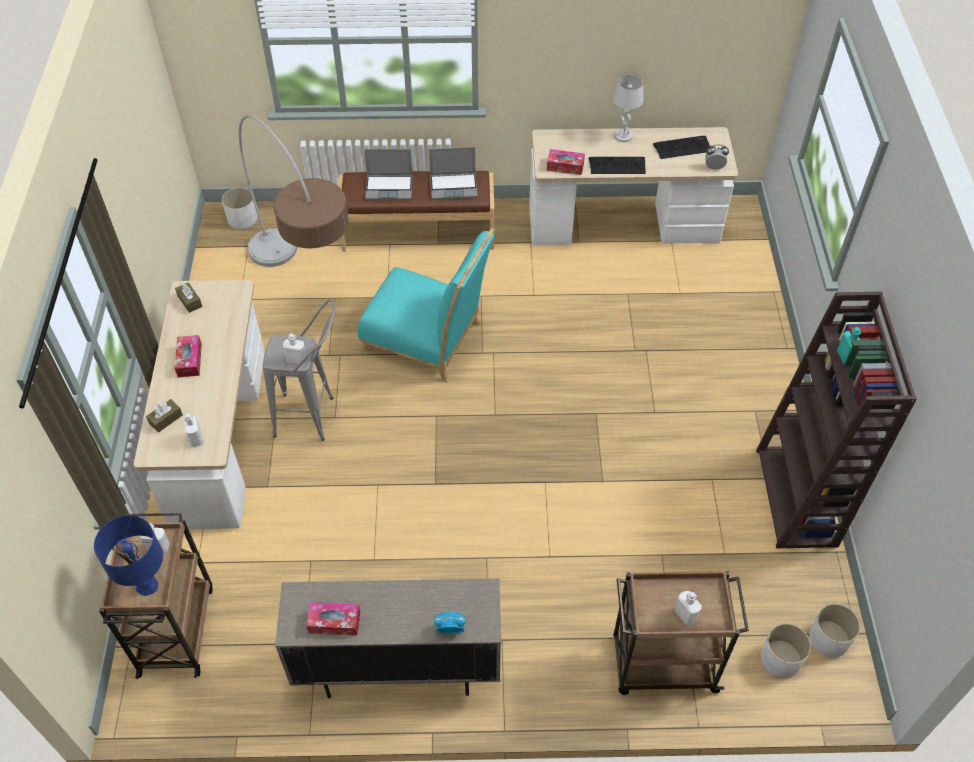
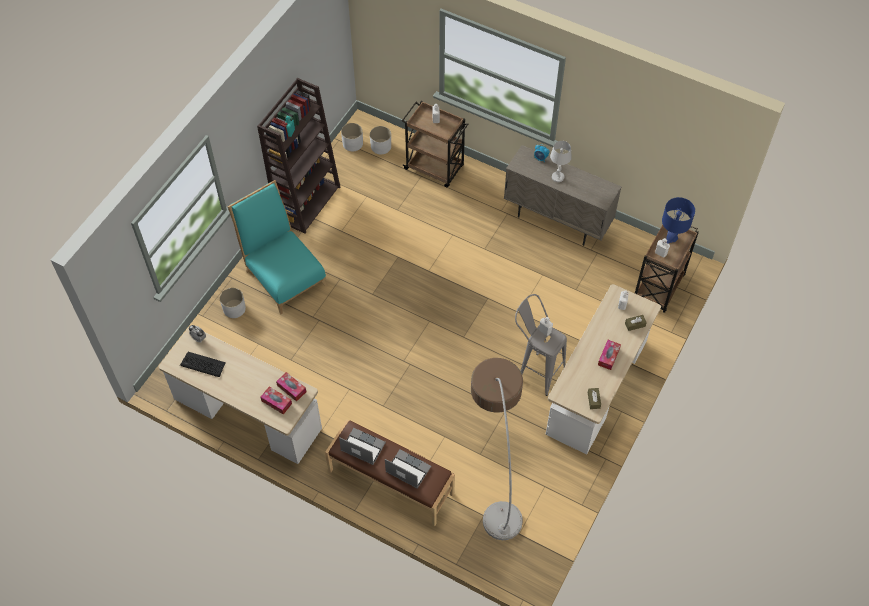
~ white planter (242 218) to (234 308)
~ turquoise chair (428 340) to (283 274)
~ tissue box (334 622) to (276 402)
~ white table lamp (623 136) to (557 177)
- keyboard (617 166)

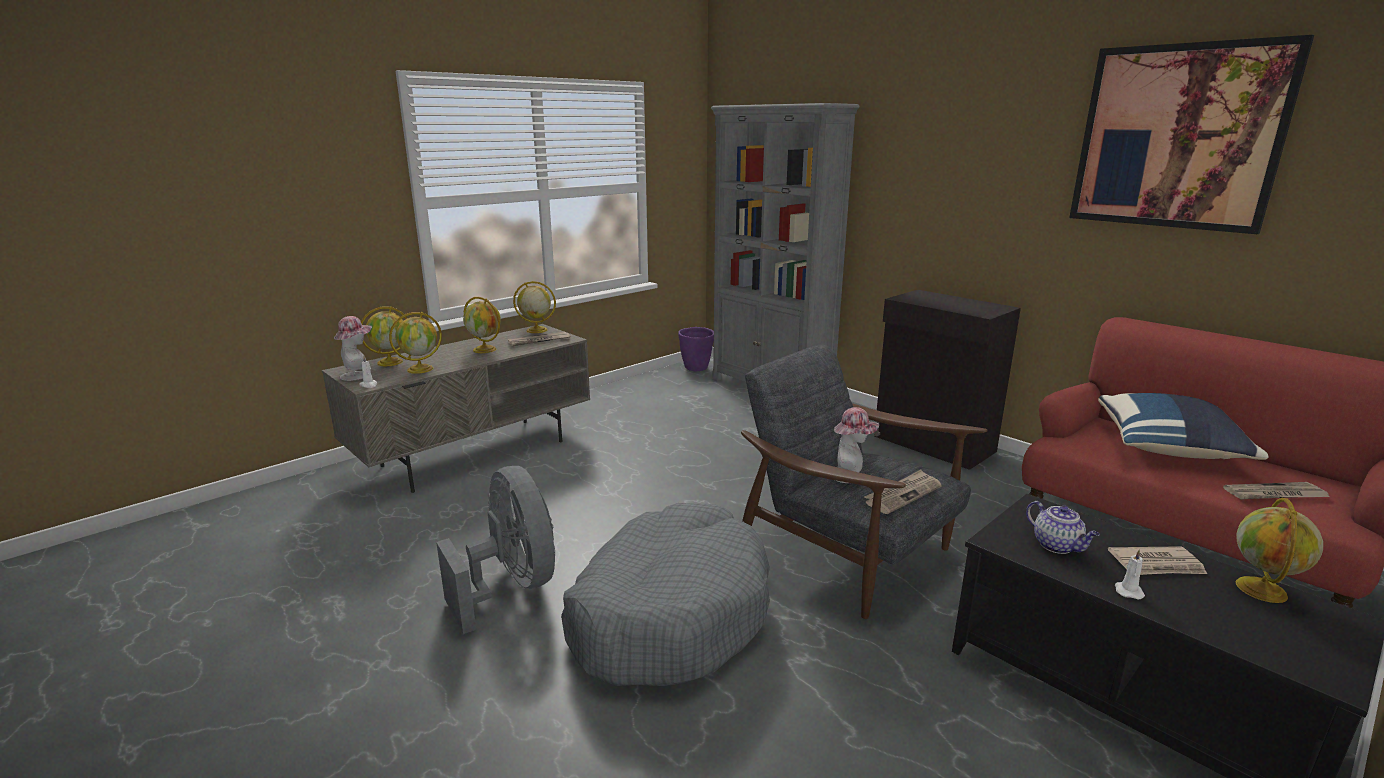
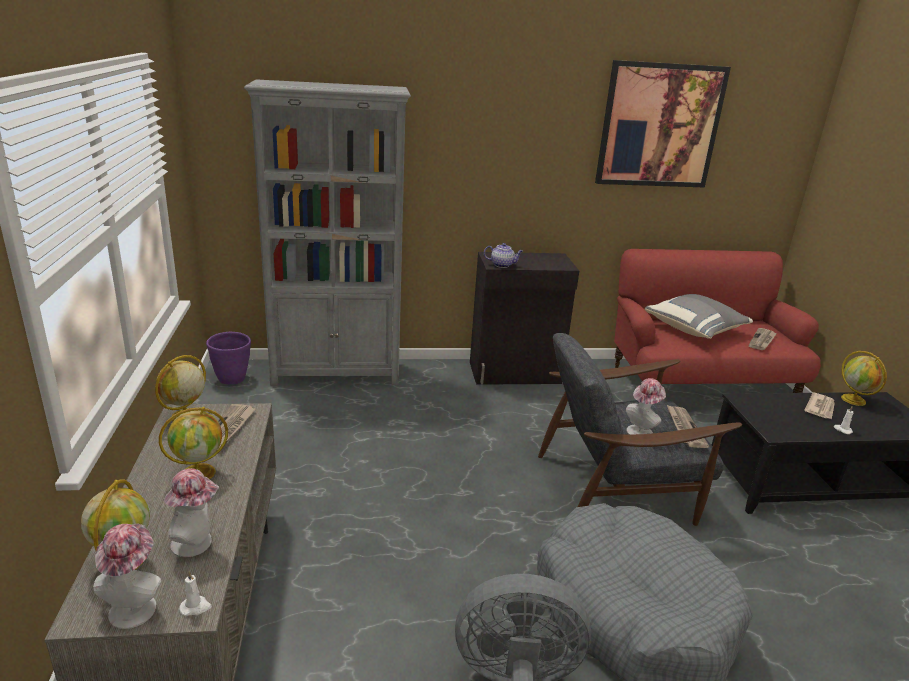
~ globe (421 369) to hat (197 543)
~ teapot (1057 546) to (502 265)
~ blue pillow (1169 449) to grey pillow (695 330)

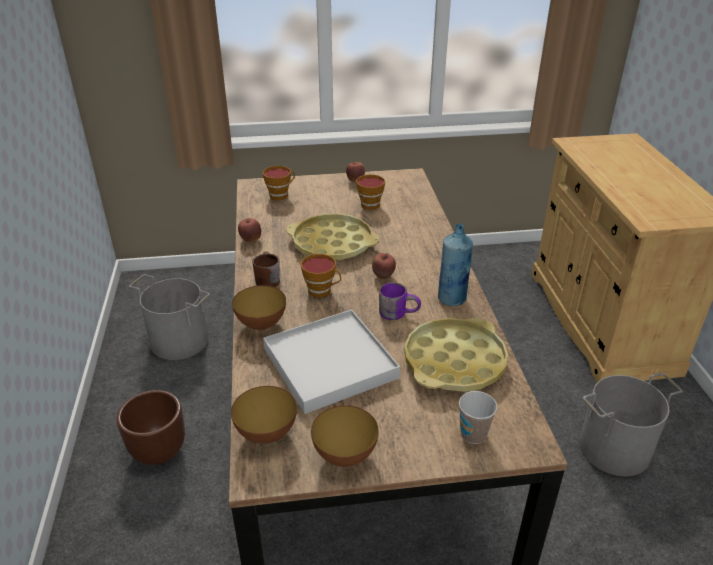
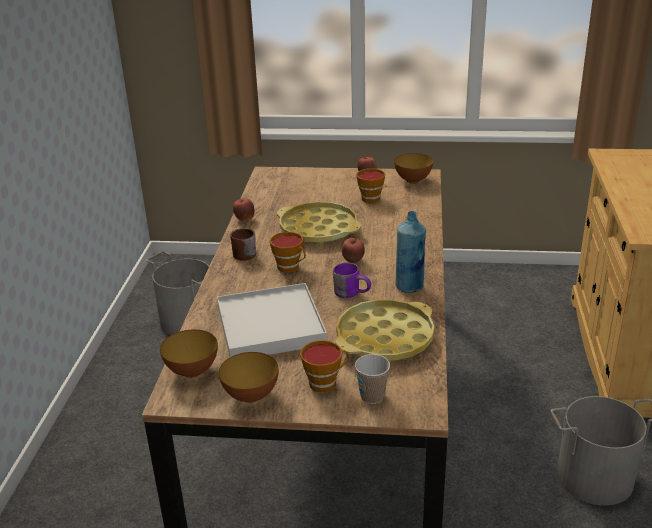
~ cup (280 195) to (326 382)
~ bowl (261 324) to (413 180)
- brown planter (160 452)

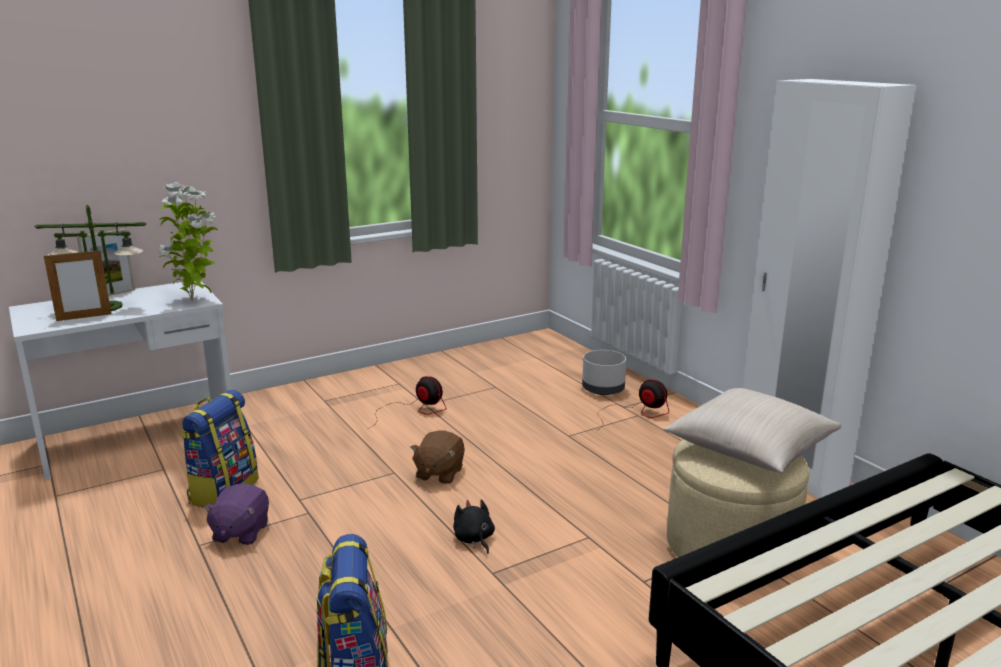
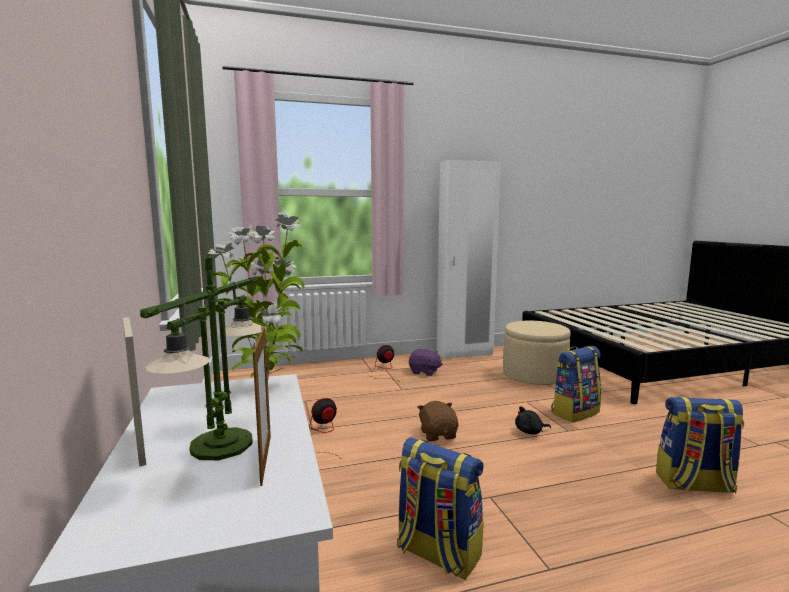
~ purple plush toy (240 532) to (424 372)
~ brown plush toy (439 473) = (438 434) 135 degrees counterclockwise
+ backpack (574 412)
- grey planter (603 389)
- beige pillow (750 449)

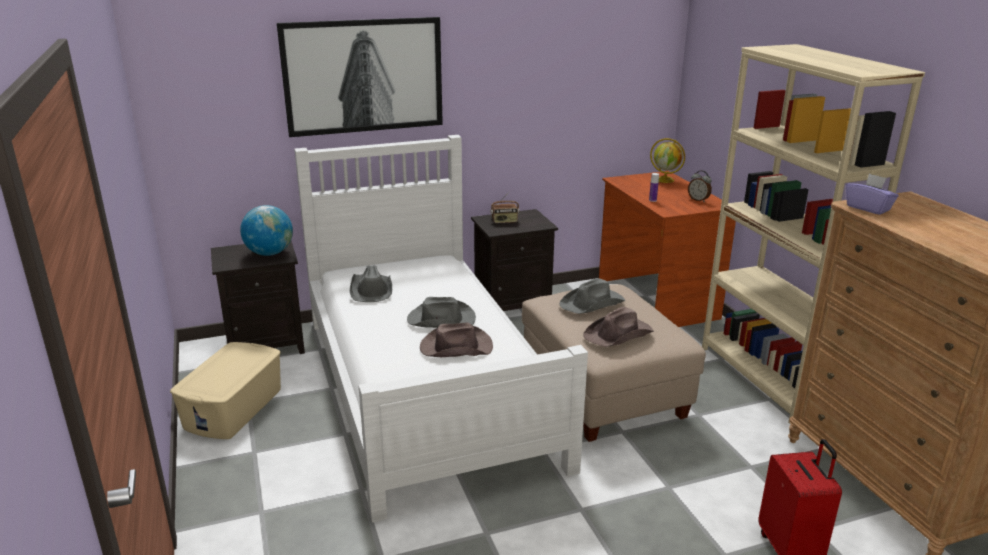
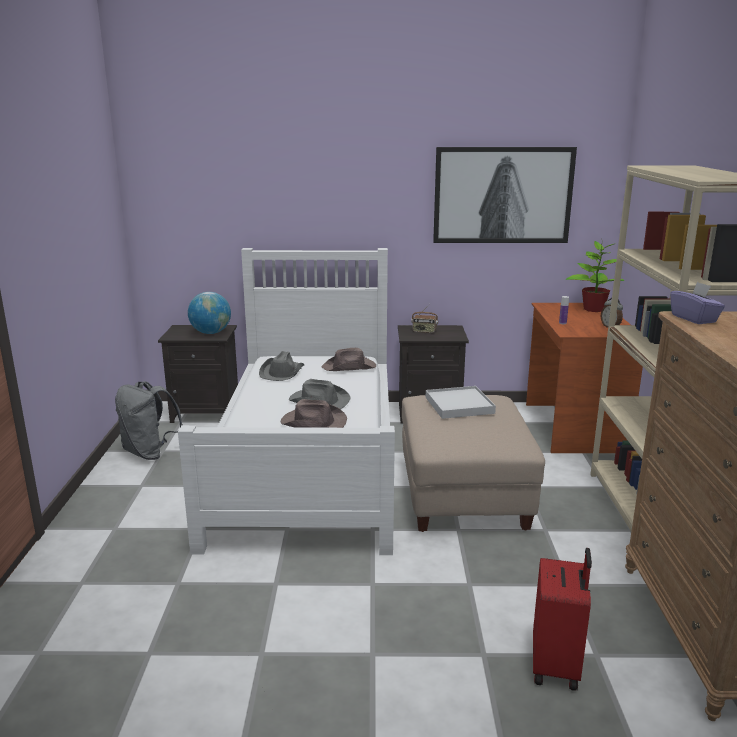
~ beige storage box (234 408) to grey backpack (150 453)
~ brown hat (619 334) to (349 367)
~ grey hat (593 303) to white tray (459 405)
~ picture (364 76) to (503 195)
~ globe (665 180) to potted plant (593 309)

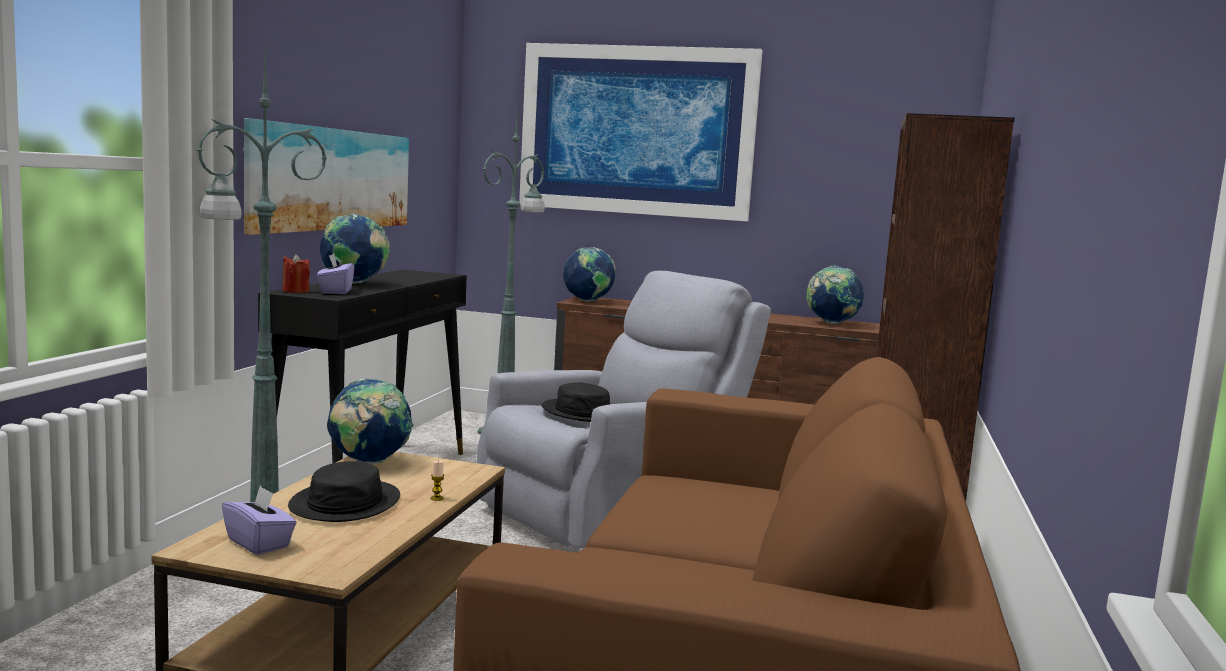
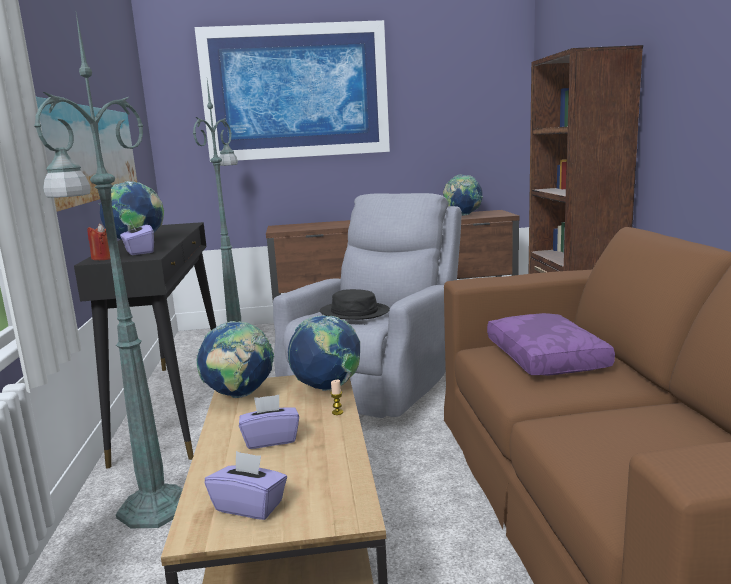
~ black hat (345 503) to purple tissue box (270 439)
~ globe (588 301) to (327 388)
+ purple pillow (547 358)

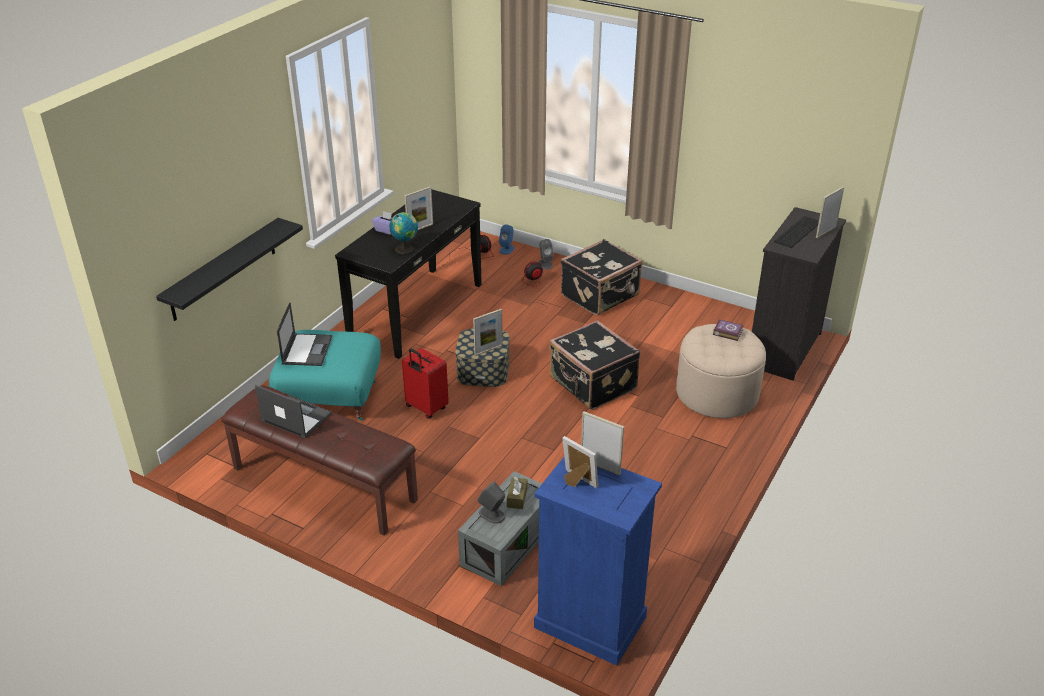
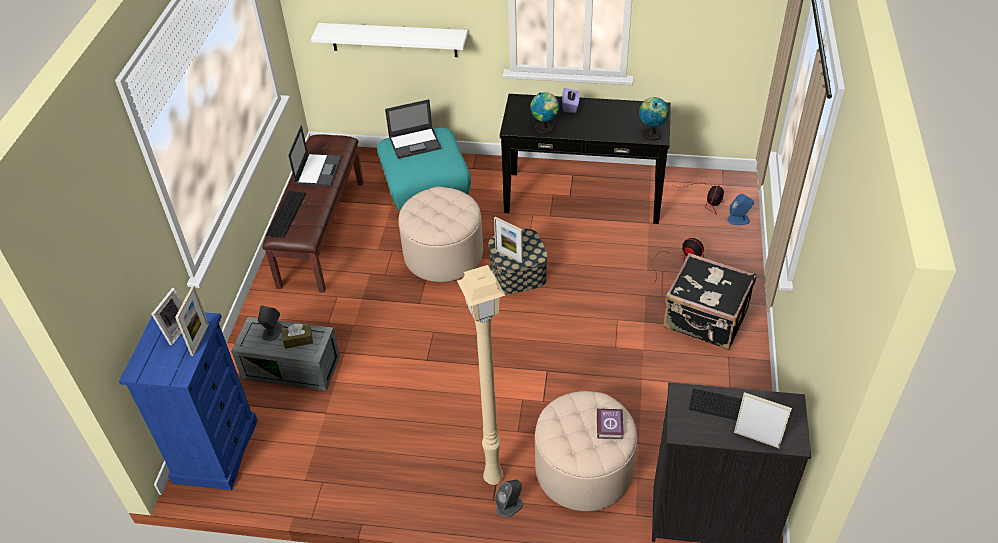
+ keyboard (286 214)
~ black shelf (223 269) to white shelf (394 40)
~ red suitcase (425 408) to beige ottoman (443 255)
+ beige floor lamp (492 479)
~ grey speaker (545 264) to (509 506)
+ globe (651 133)
- picture frame (420 228)
- black suitcase (592 385)

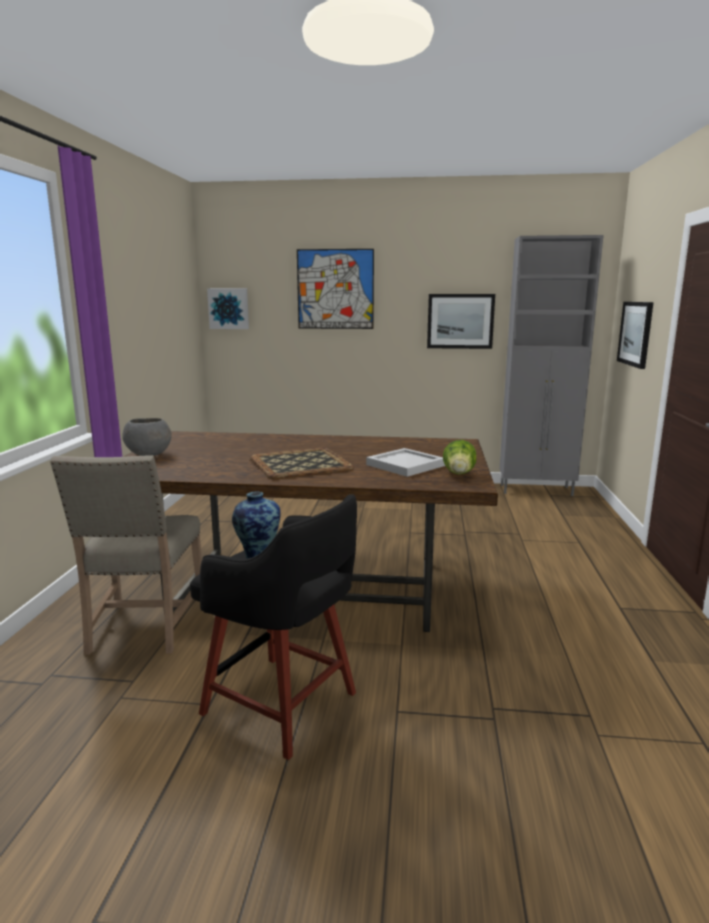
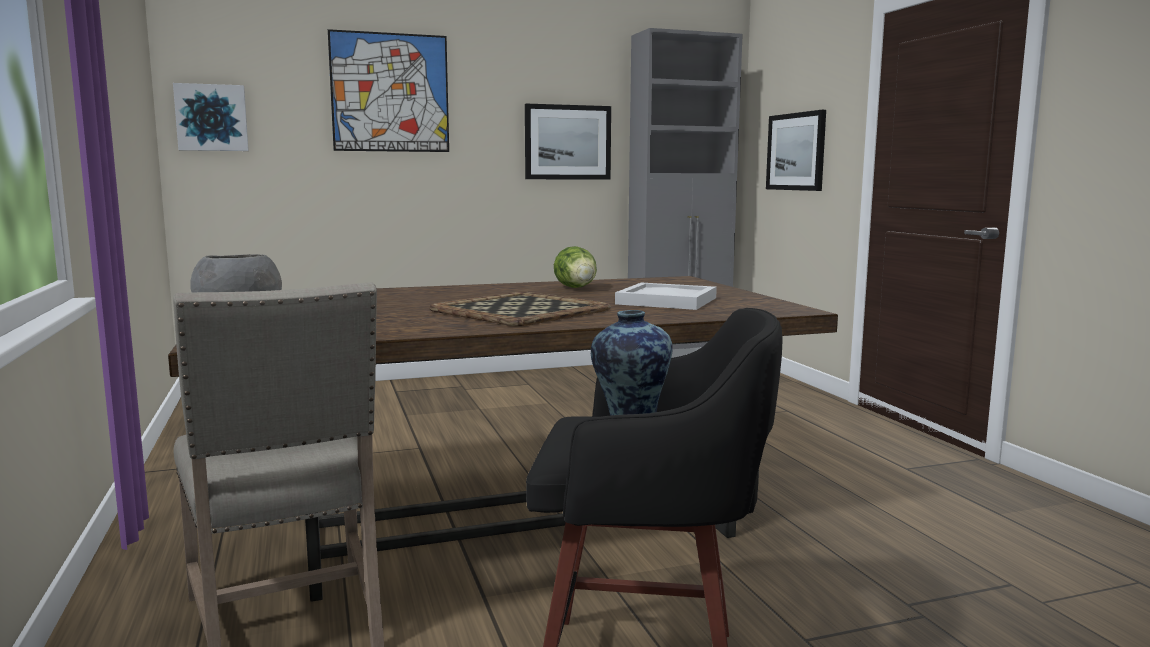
~ lettuce (459 474) to (577 288)

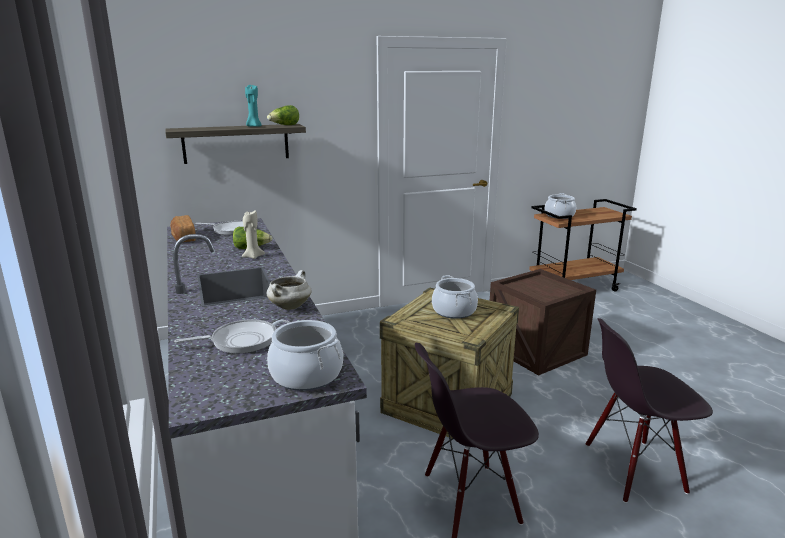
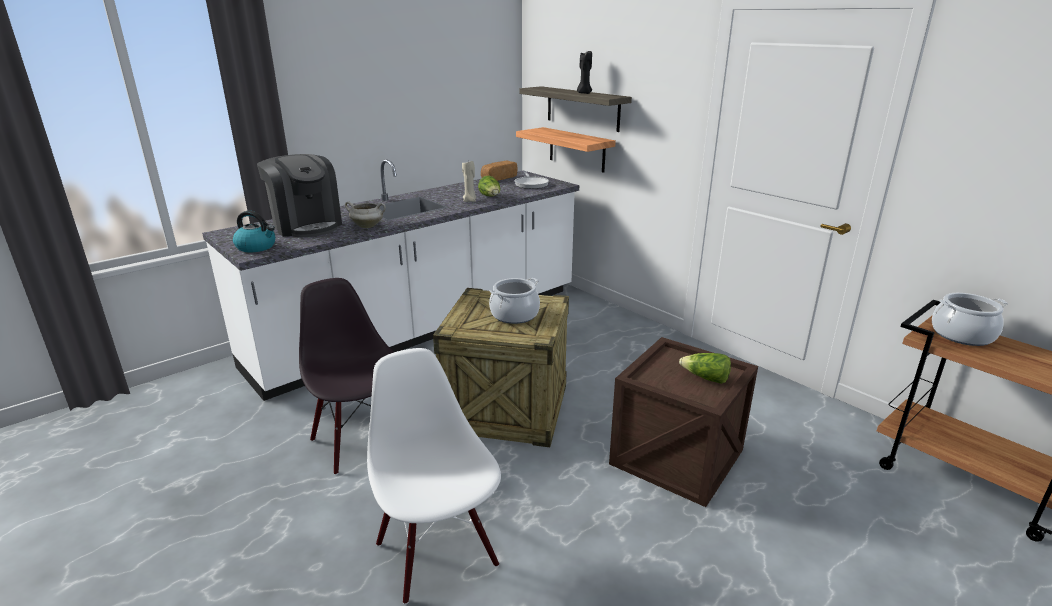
~ cooking pot (306 375) to kettle (257 247)
~ frying pan (240 341) to coffee machine (306 225)
~ black chair (633 469) to white chair (438 553)
+ shelf (577 149)
~ turquoise candle (253 126) to black candle (584 93)
~ lettuce (284 125) to (705 378)

